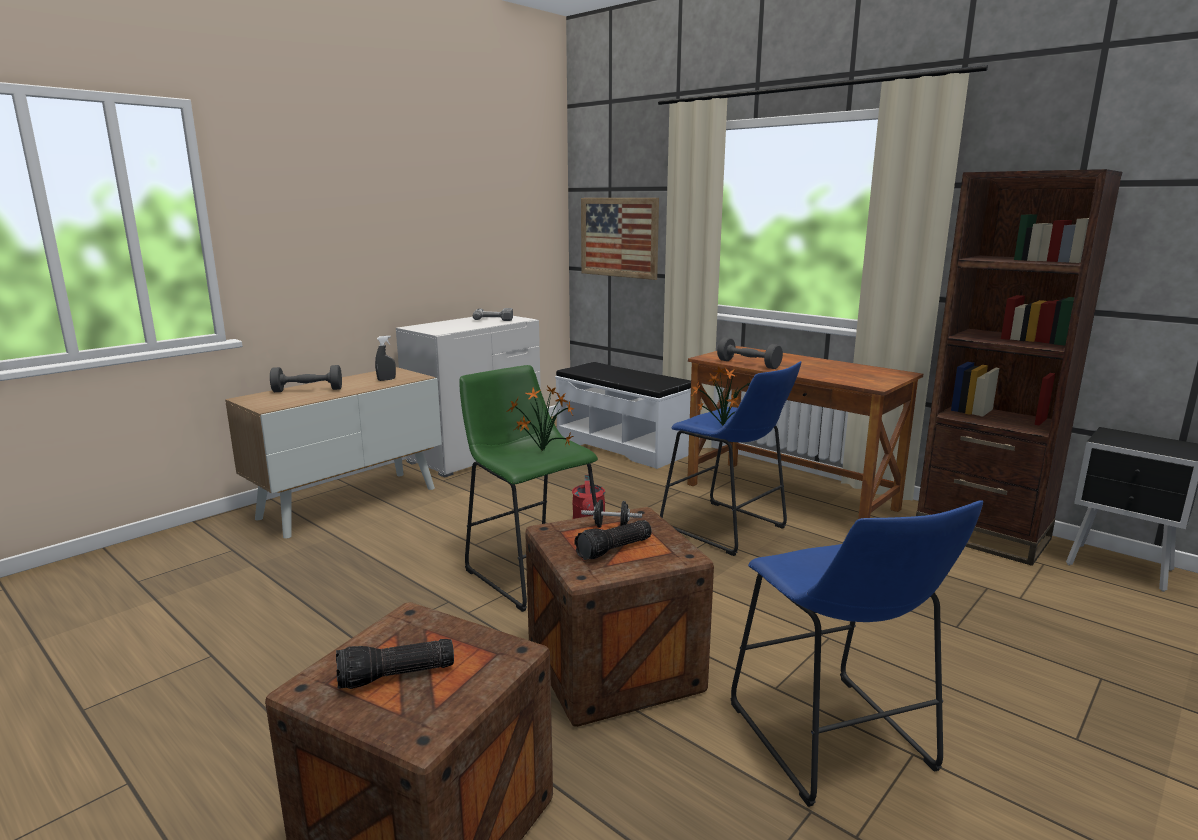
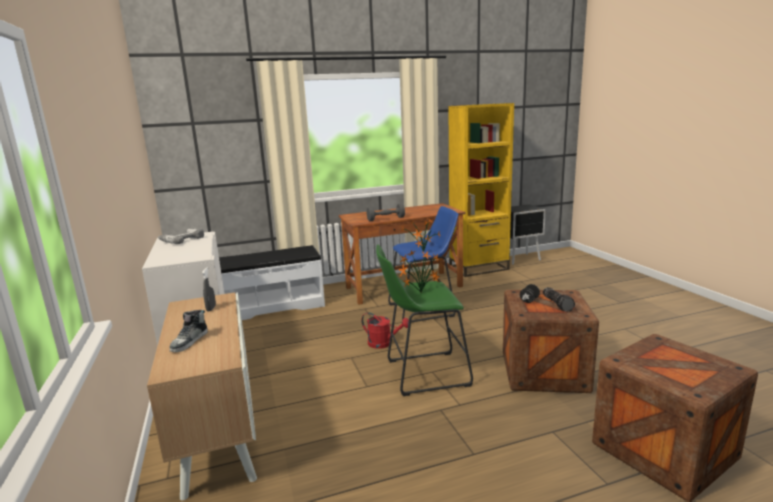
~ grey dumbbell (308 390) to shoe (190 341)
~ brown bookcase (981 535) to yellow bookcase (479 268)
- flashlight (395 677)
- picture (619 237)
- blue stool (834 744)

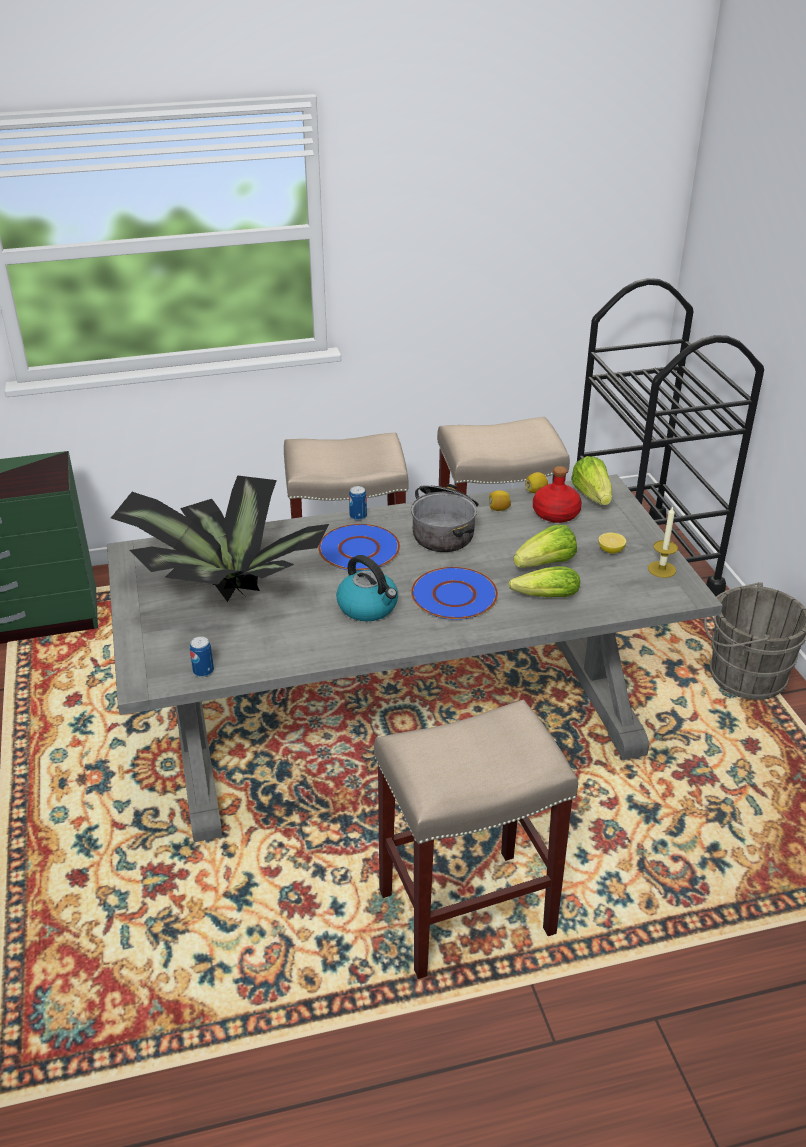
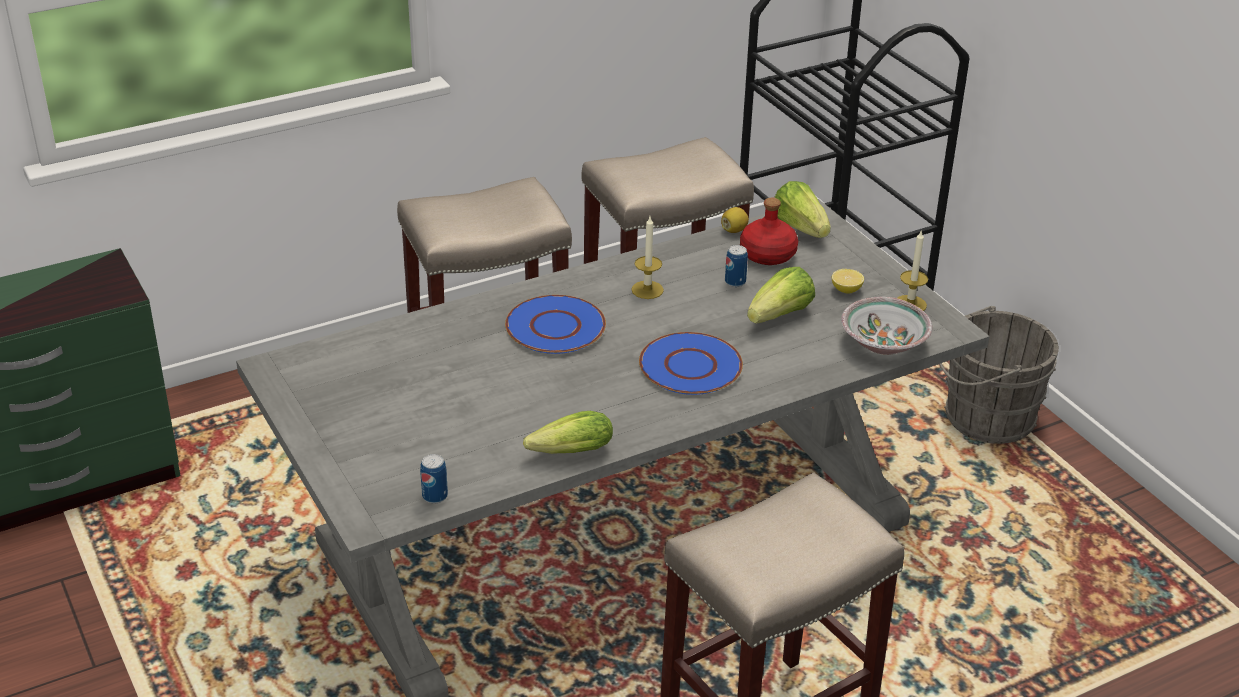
~ lettuce (542 597) to (567 453)
~ cooking pot (445 530) to candle (647 290)
~ can (358 516) to (735 282)
+ bowl (883 342)
- potted plant (224 592)
- kettle (368 607)
- lemon (498 509)

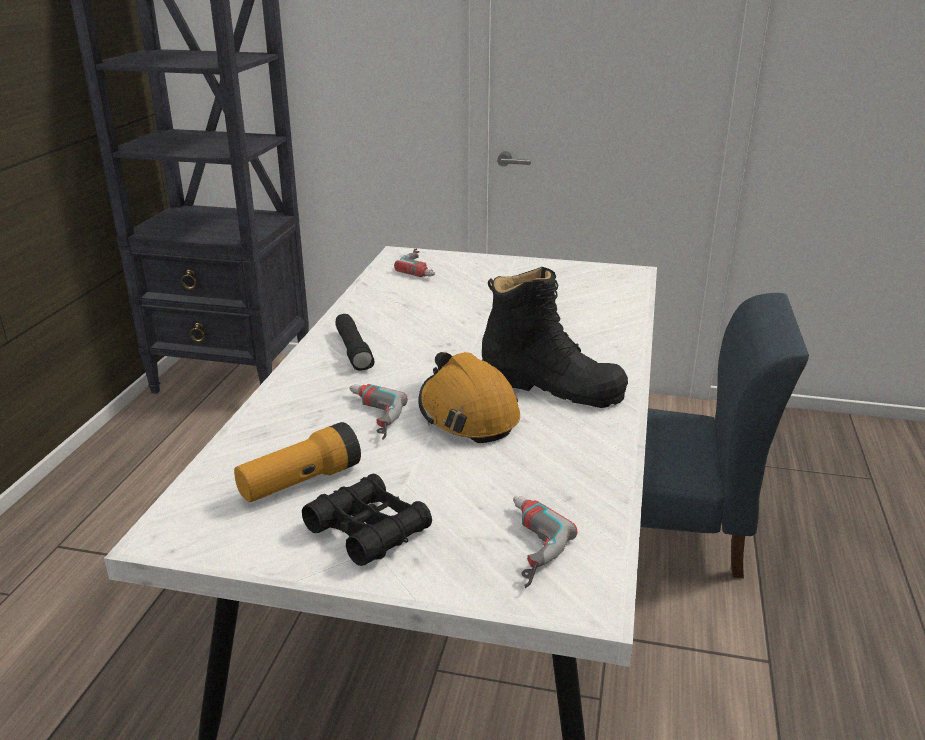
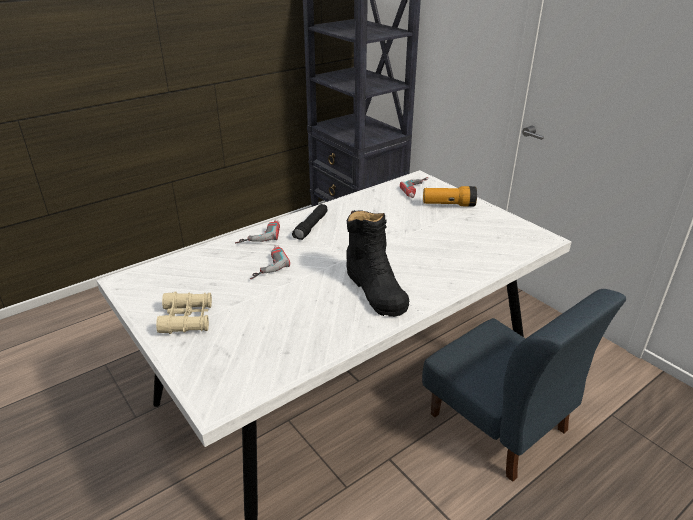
~ black binoculars (368 530) to beige binoculars (187 319)
~ power drill (522 545) to (258 235)
~ flashlight (300 482) to (448 205)
- orange hard hat (468 414)

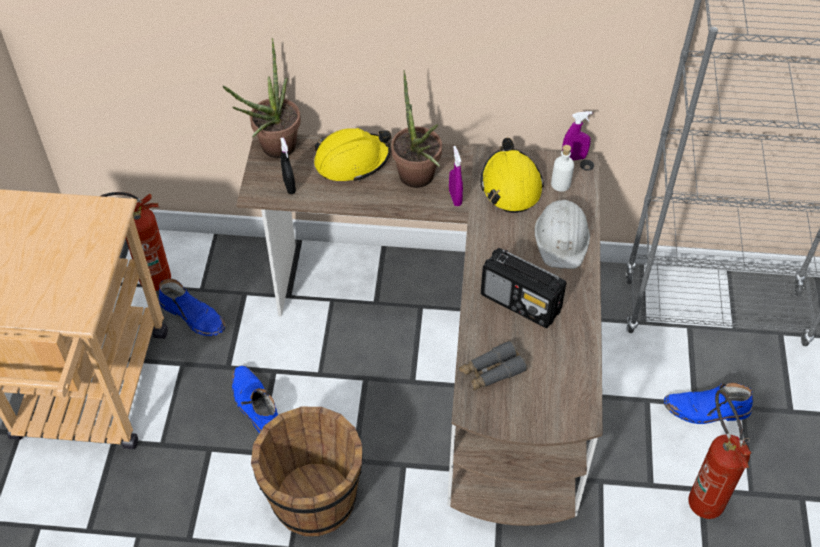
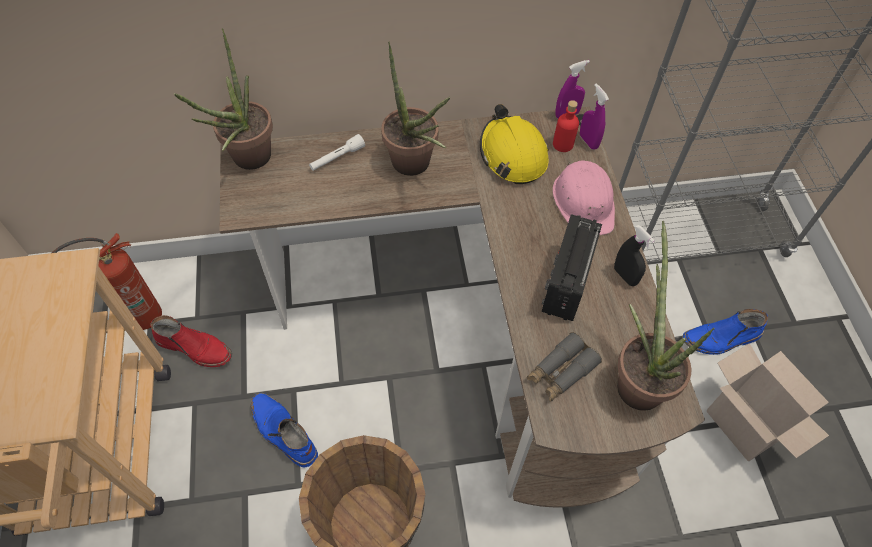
~ blue boot (194 316) to red boot (195 347)
~ yellow hard hat (352 161) to white flashlight (337 158)
~ radio (521 303) = (566 283) 90 degrees clockwise
~ white bottle (560 184) to red bottle (563 144)
~ white hard hat (562 238) to pink hard hat (584 202)
~ purple spray bottle (455 198) to (588 141)
~ black spray bottle (289 186) to (625 276)
+ potted plant (637 378)
~ fire extinguisher (701 494) to cardboard box (745 426)

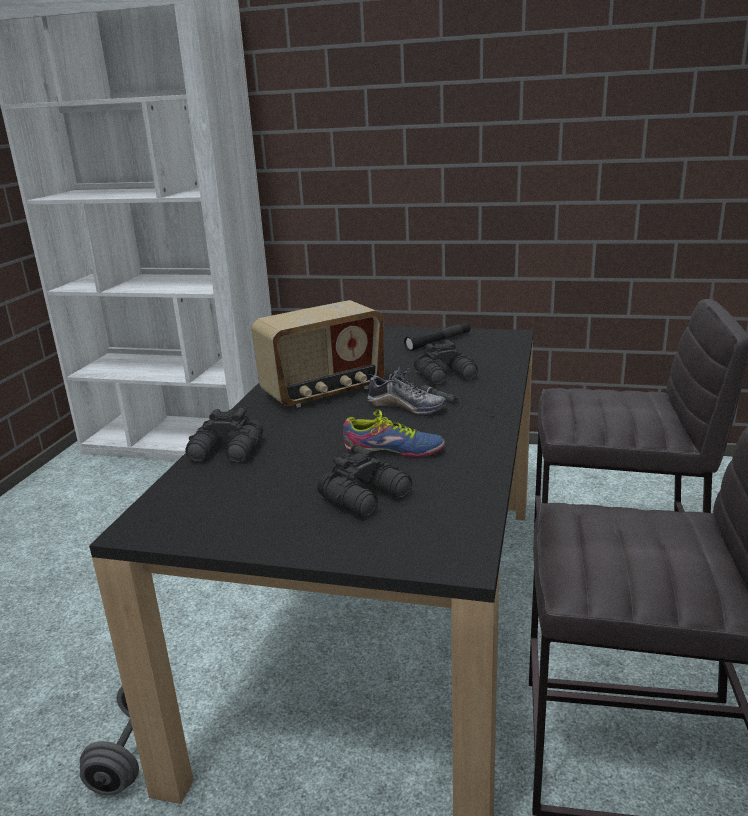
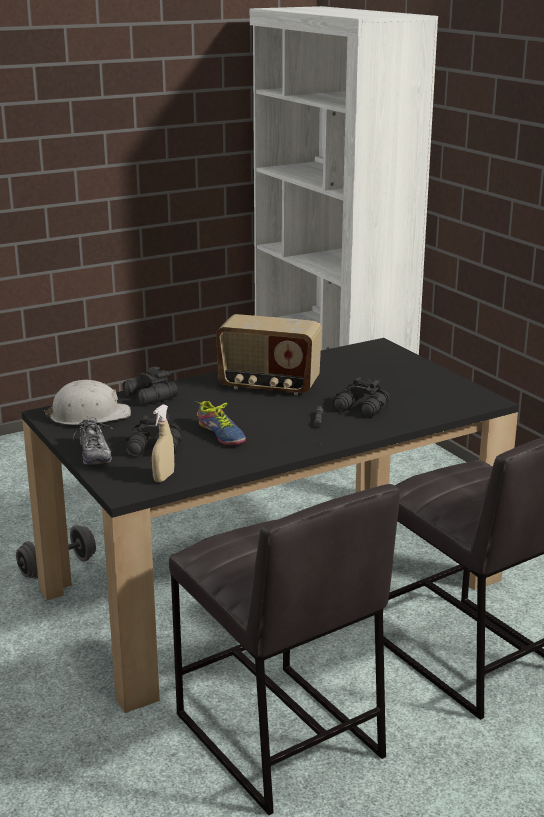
+ white hard hat (89 415)
~ shoe (406 407) to (94 454)
+ beige spray bottle (164 477)
- black flashlight (438 342)

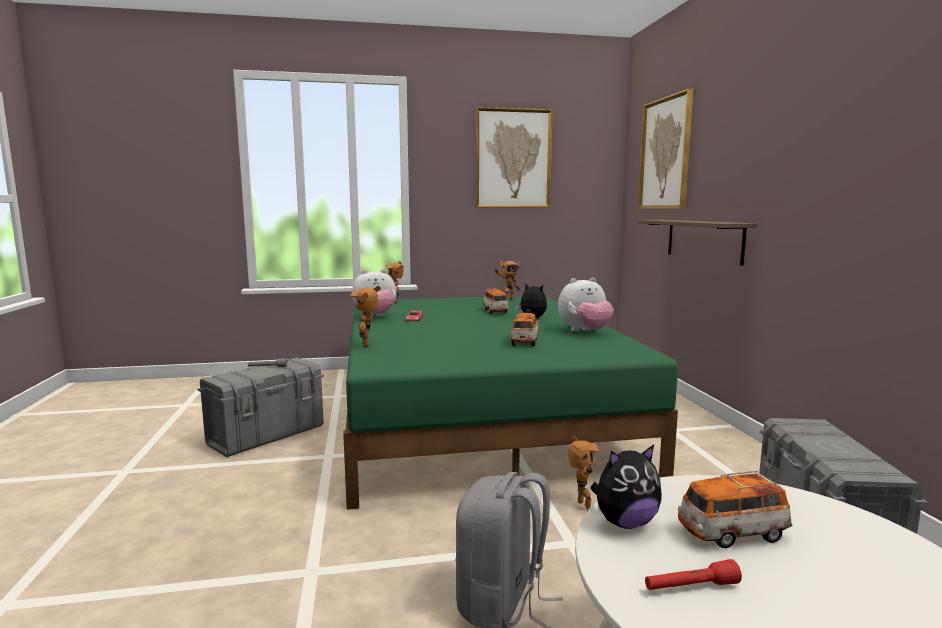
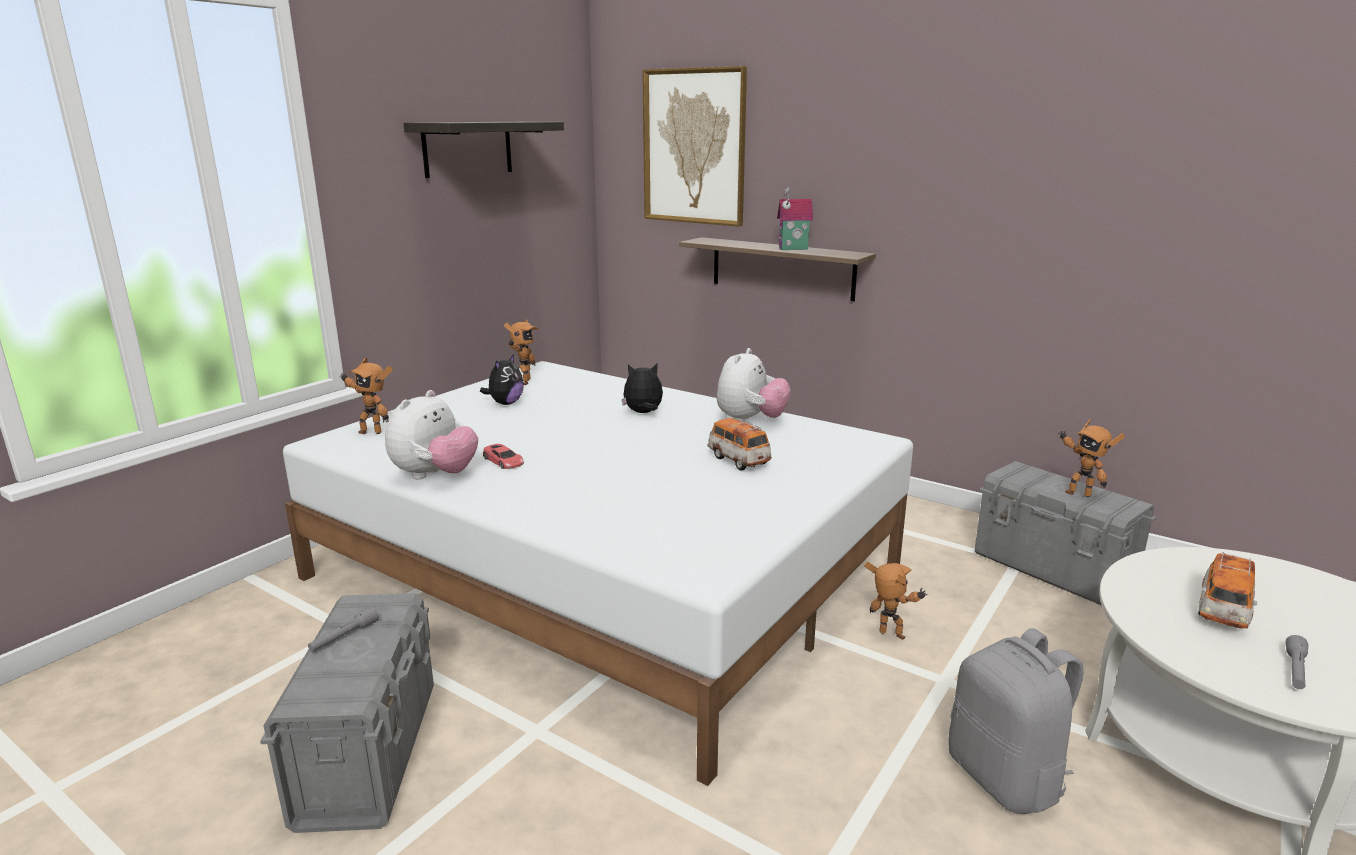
~ green bed (477 414) to white bed (604 571)
~ picture (513 159) to shelf (468 148)
~ plush toy (624 522) to (505 403)
+ toy house (793 249)
~ toy robot (368 344) to (1078 493)
~ red flashlight (691 587) to grey flashlight (1295 671)
- toy car (495 311)

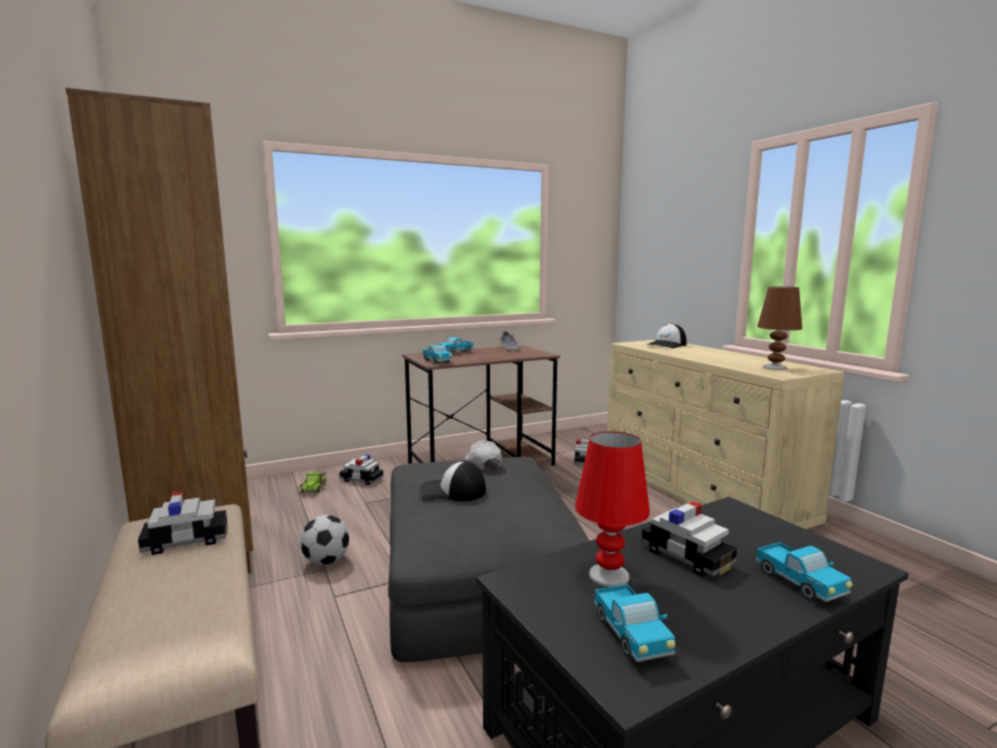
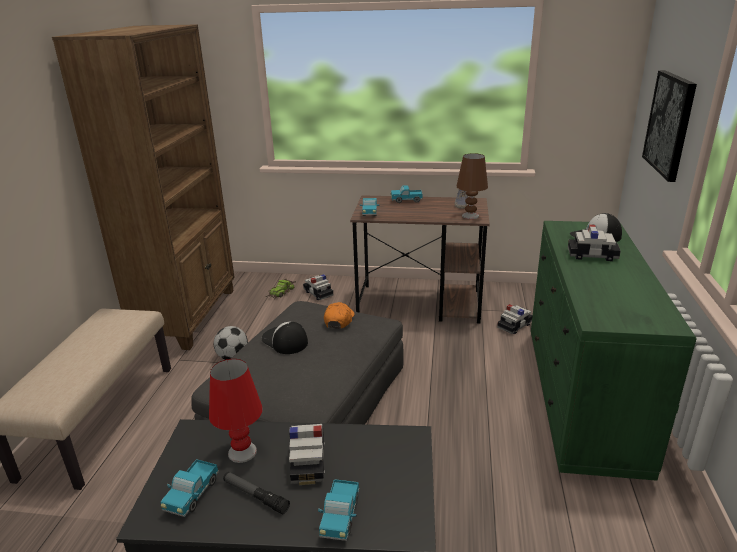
+ flashlight (255 496)
~ white cap (483 463) to orange cap (339 320)
~ brown table lamp (774 367) to (470 216)
~ beige dresser (701 492) to green dresser (582 398)
~ toy car (187 540) to (592 255)
+ picture (670 124)

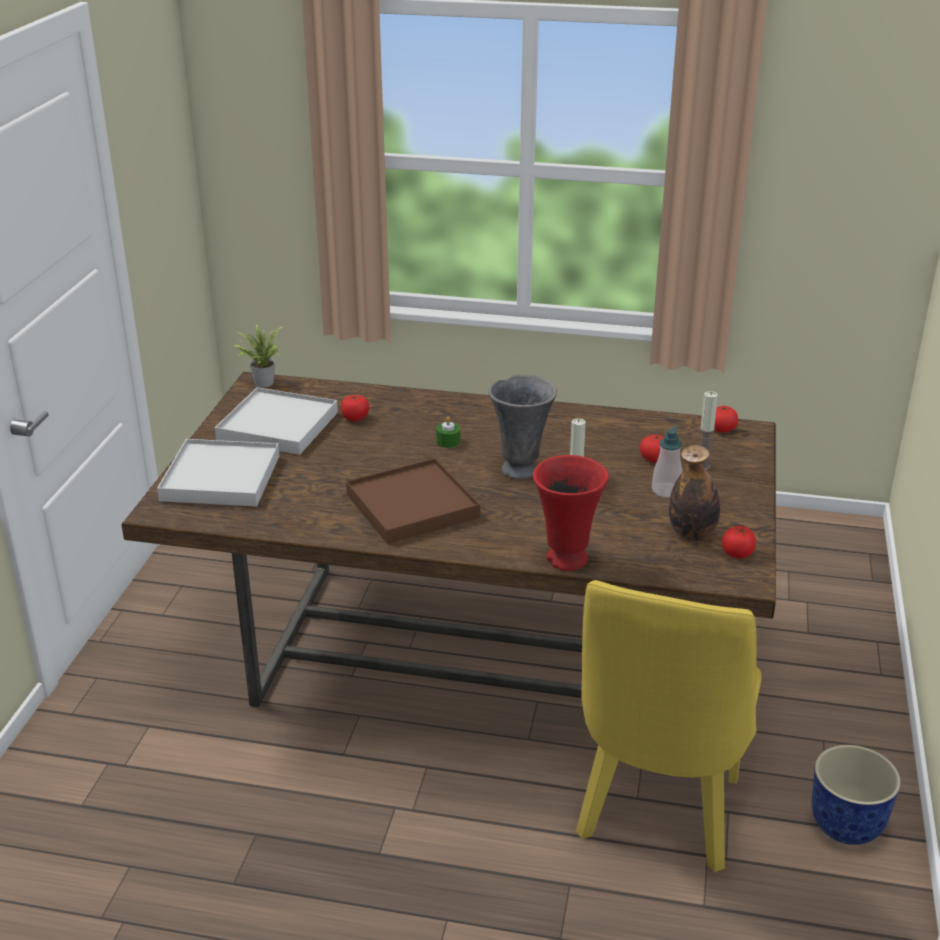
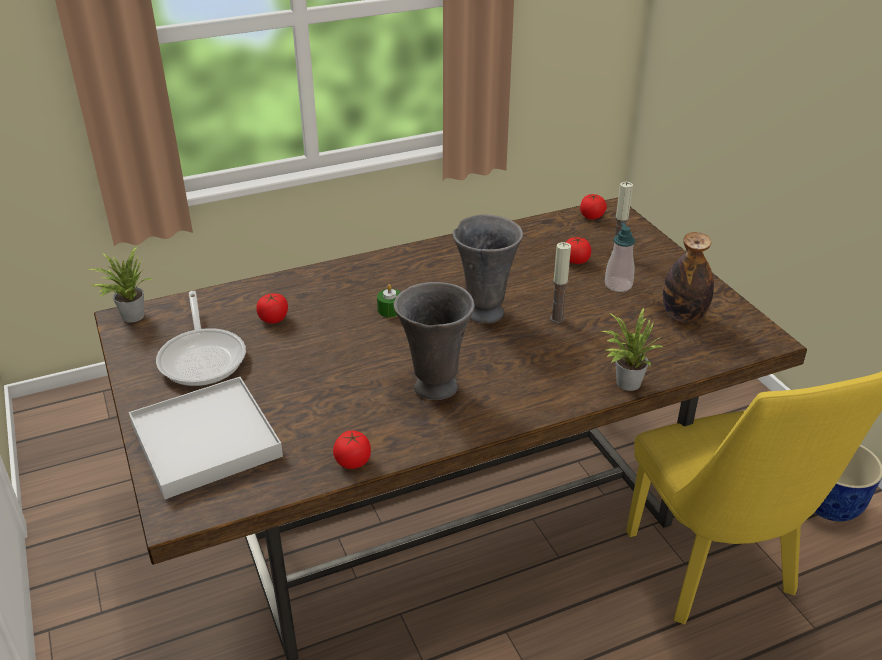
~ white tray (278 426) to frying pan (203 357)
~ tomato (737 553) to (353 461)
~ brown tray (411 505) to grey vase (434 388)
~ red vase (566 560) to potted plant (625 382)

